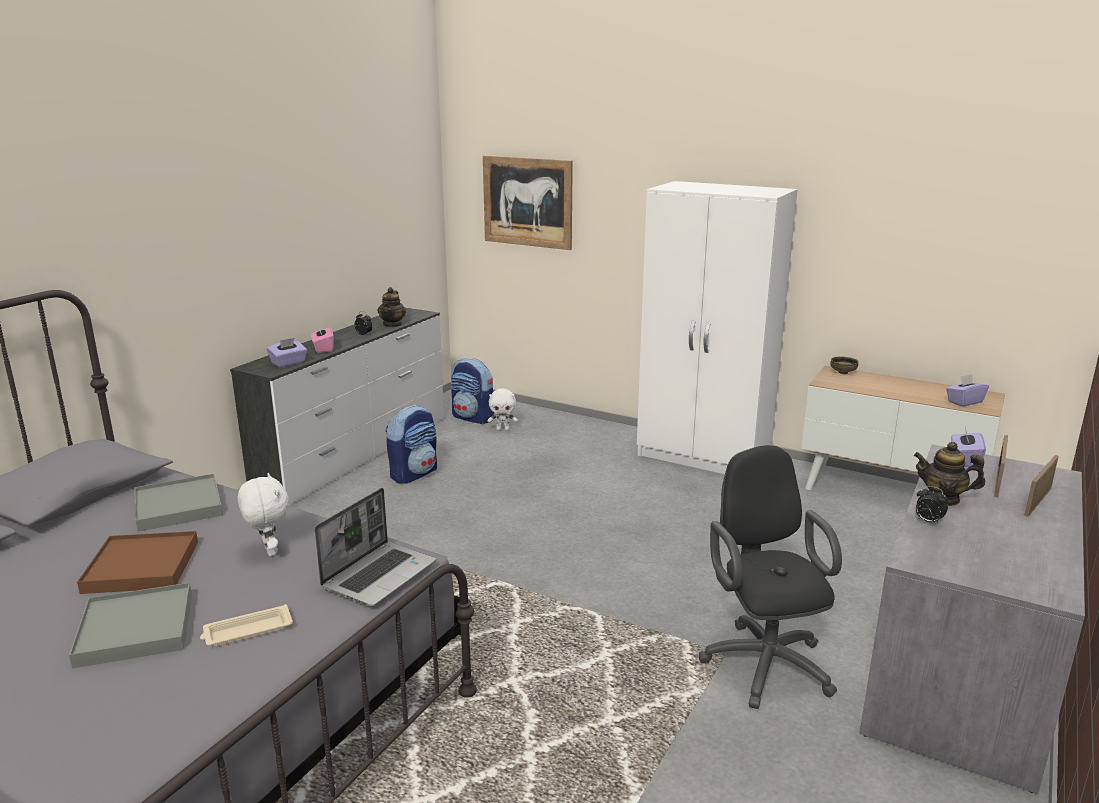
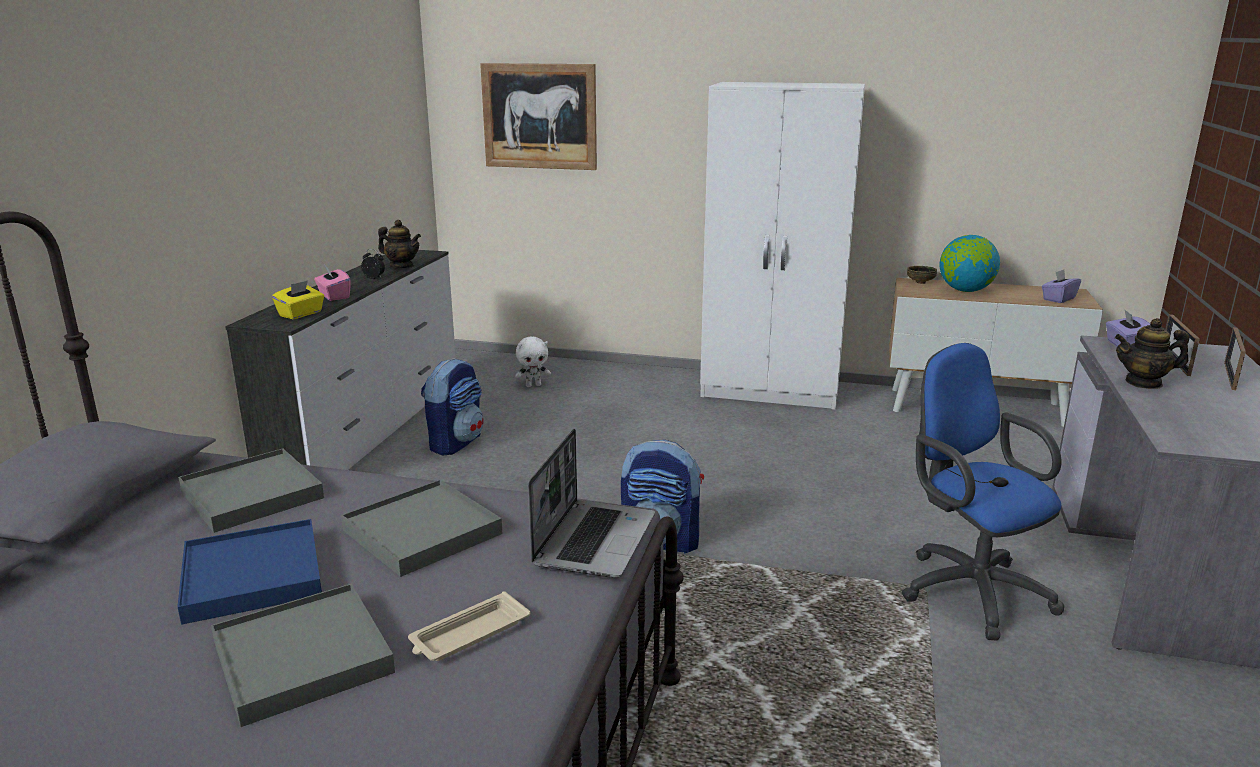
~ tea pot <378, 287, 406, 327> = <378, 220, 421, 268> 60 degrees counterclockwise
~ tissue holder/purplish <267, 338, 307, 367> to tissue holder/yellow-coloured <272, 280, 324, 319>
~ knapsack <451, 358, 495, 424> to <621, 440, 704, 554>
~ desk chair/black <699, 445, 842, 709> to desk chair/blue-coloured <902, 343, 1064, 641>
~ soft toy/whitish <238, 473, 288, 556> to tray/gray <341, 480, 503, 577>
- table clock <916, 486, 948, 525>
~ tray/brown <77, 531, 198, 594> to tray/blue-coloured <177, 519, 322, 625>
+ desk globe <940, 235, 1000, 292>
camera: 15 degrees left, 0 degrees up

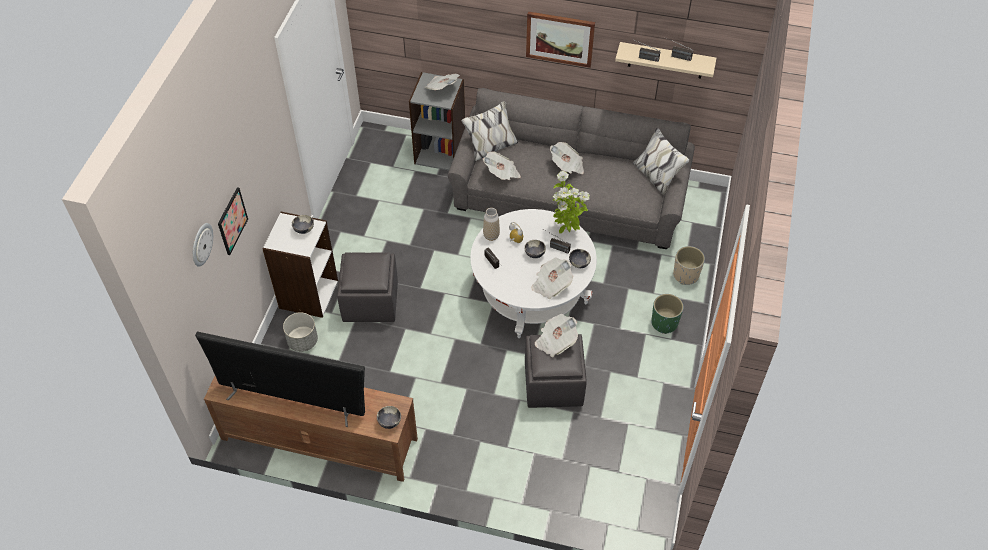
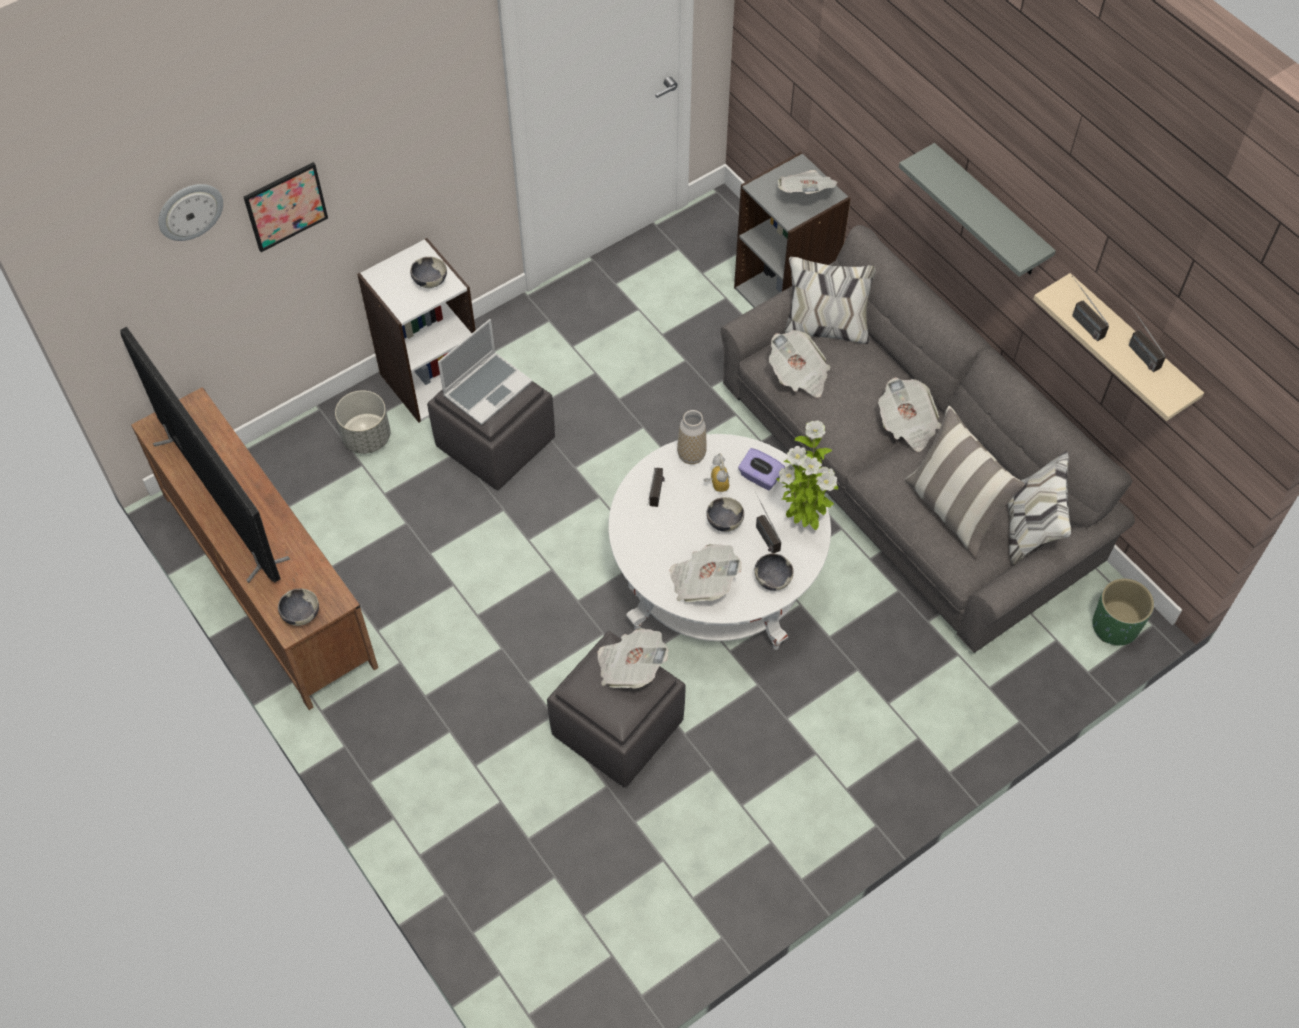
~ wall art <526, 12, 595, 68> to wall shelf/gray <899, 143, 1056, 277>
- plant pot/sand-coloured <673, 246, 705, 285>
~ plant pot/green <651, 294, 684, 334> to <1092, 578, 1154, 646>
+ portable computer <438, 319, 532, 425>
+ pillow <905, 406, 1025, 559>
+ tissue holder/purplish <738, 448, 785, 490>
camera: 40 degrees right, 5 degrees up

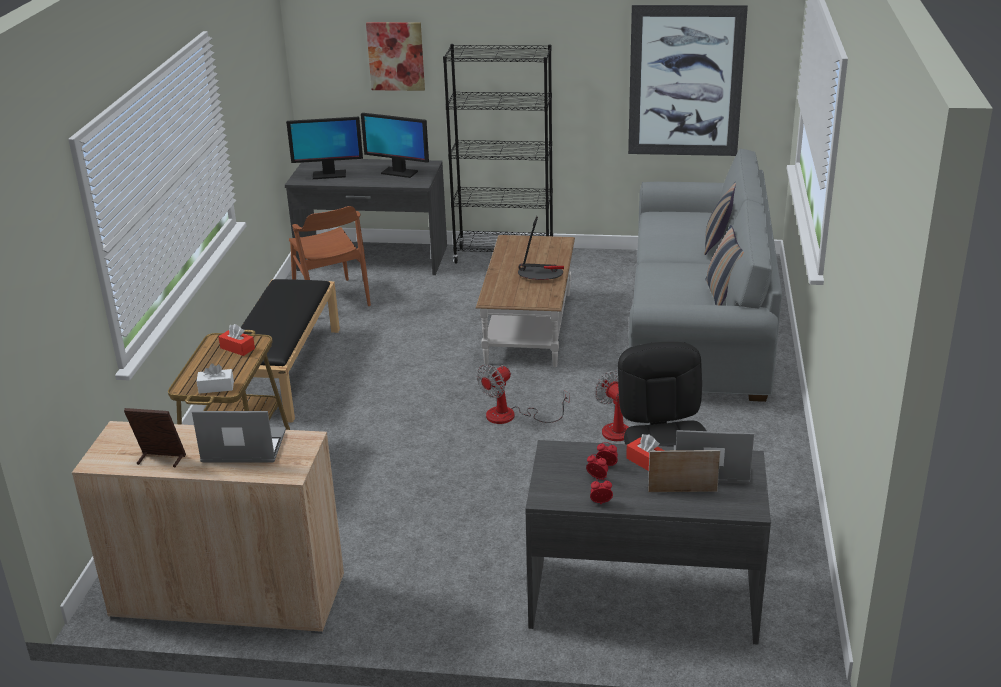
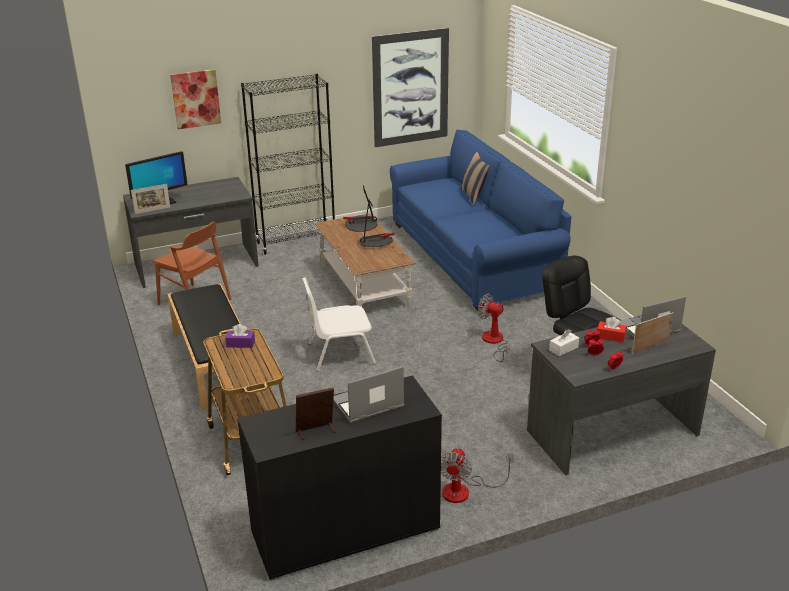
- monitor <361, 113, 429, 178>
~ couch/gray <629, 148, 782, 402> to couch/blue-coloured <390, 130, 571, 310>
- pillow <705, 225, 744, 305>
~ tissue holder/red <218, 324, 255, 356> to tissue holder/purplish <225, 324, 255, 348>
~ tissue holder/whitish <196, 363, 234, 394> to <549, 329, 579, 356>
~ fan <477, 364, 570, 424> to <441, 448, 514, 503>
~ storage cabinet/sand-coloured <72, 421, 344, 634> to storage cabinet/black <238, 376, 442, 581>
+ picture frame <131, 184, 170, 214>
+ tabletop lamp <343, 185, 378, 232>
+ chair/whitish <302, 277, 376, 371>
camera: 30 degrees left, 0 degrees up

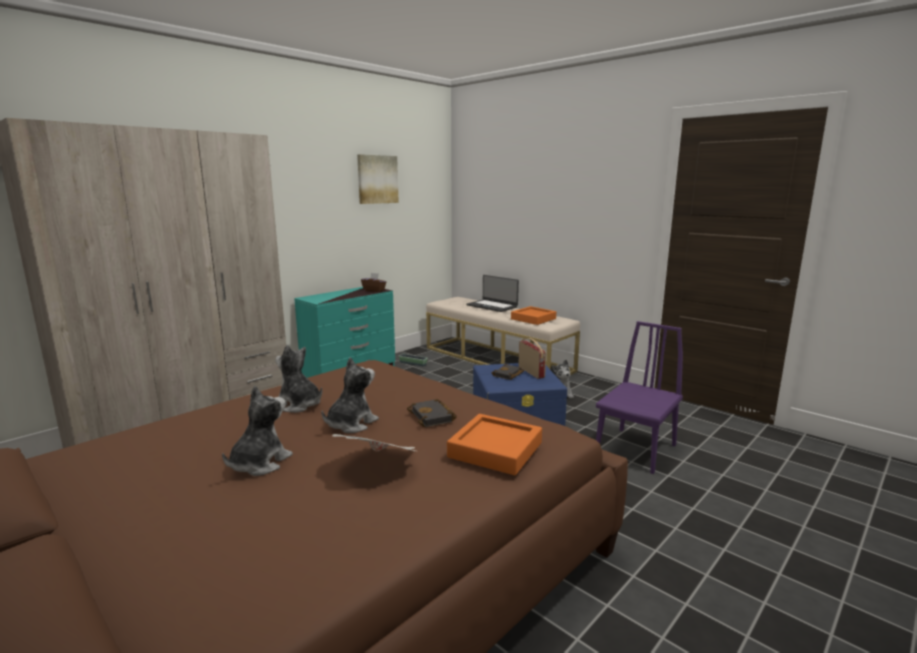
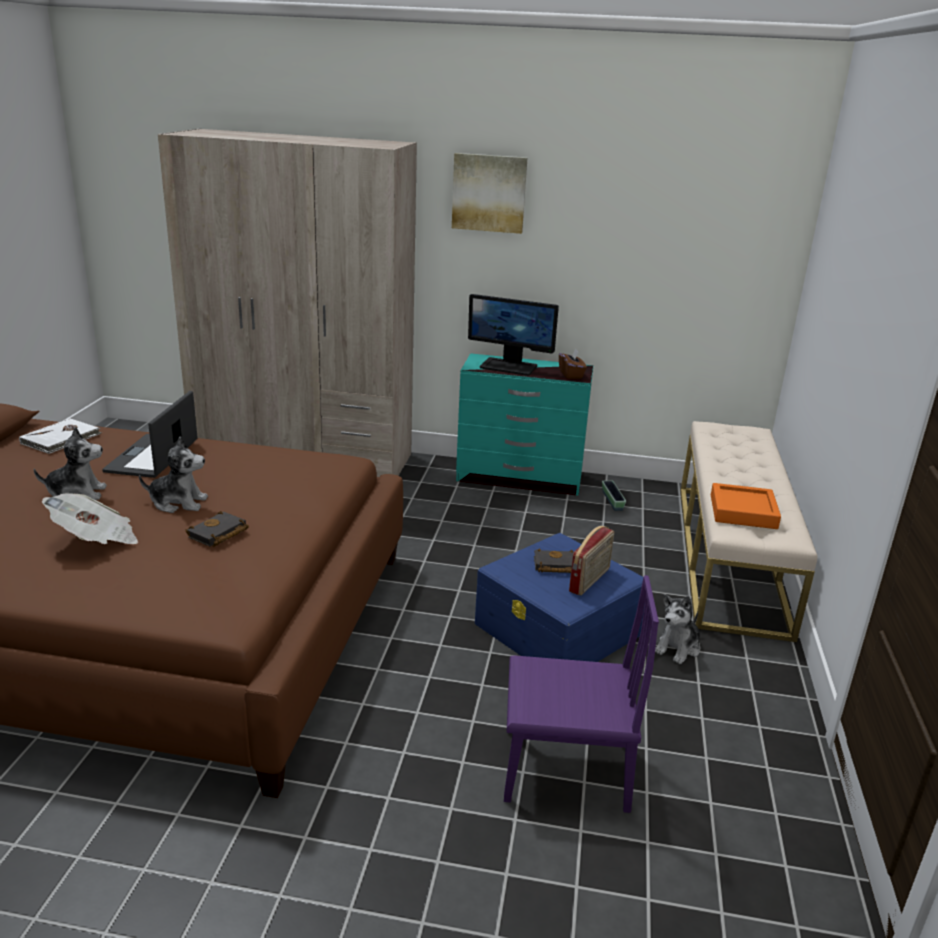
~ wall art <357, 154, 399, 204> to <452, 153, 527, 234>
~ portable computer <467, 275, 519, 312> to <102, 391, 198, 478>
- soft toy <275, 345, 322, 413>
- tray/orangey <447, 414, 542, 475>
+ monitor <468, 294, 559, 376>
+ bound book/whitish <19, 418, 102, 454>
camera: 55 degrees right, 10 degrees up

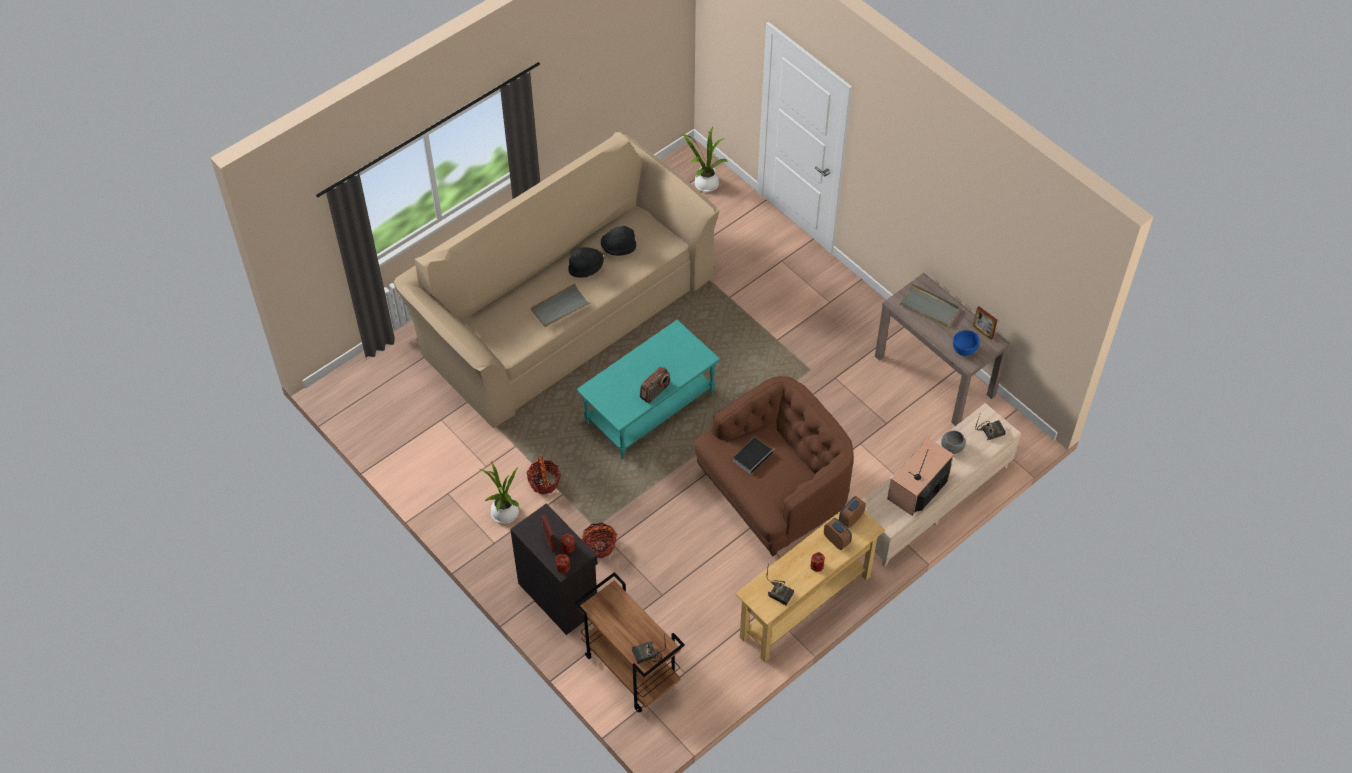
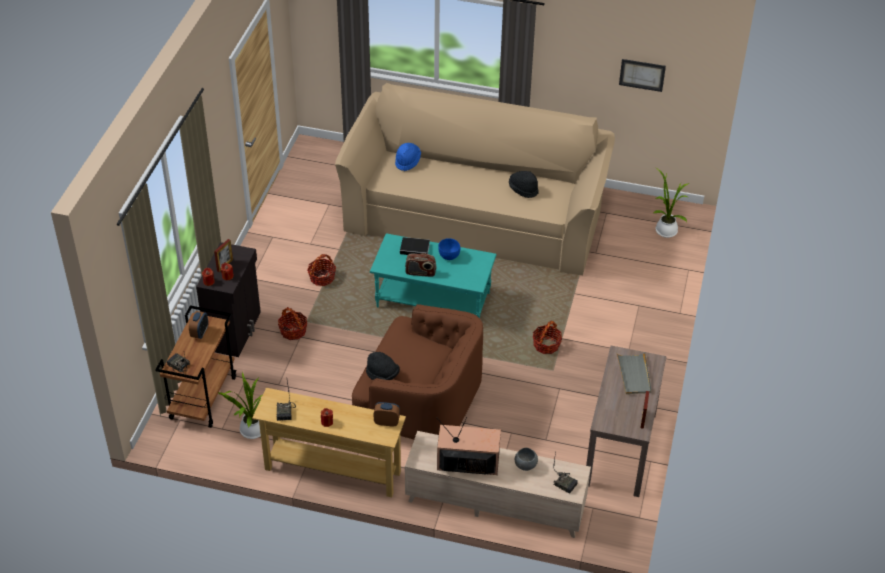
~ hat/black <568, 247, 604, 278> to <366, 352, 400, 380>
- tray/gray <531, 284, 590, 327>
~ deep dish/blue-coloured <953, 330, 980, 356> to <438, 238, 460, 260>
~ bound book <733, 437, 773, 474> to <400, 237, 430, 255>
~ potted plant <479, 461, 519, 524> to <218, 372, 263, 439>
~ table clock <824, 518, 852, 550> to <189, 311, 208, 339>
+ wall art <619, 59, 666, 92>
+ hat/blue-coloured <395, 143, 421, 171>
+ basket <533, 321, 562, 354>
camera: 55 degrees right, 10 degrees down

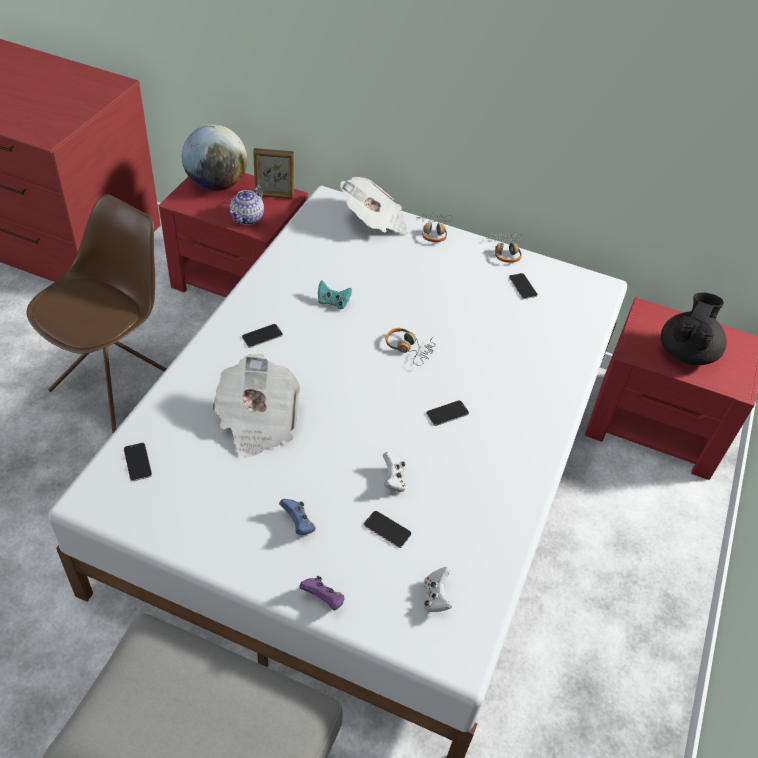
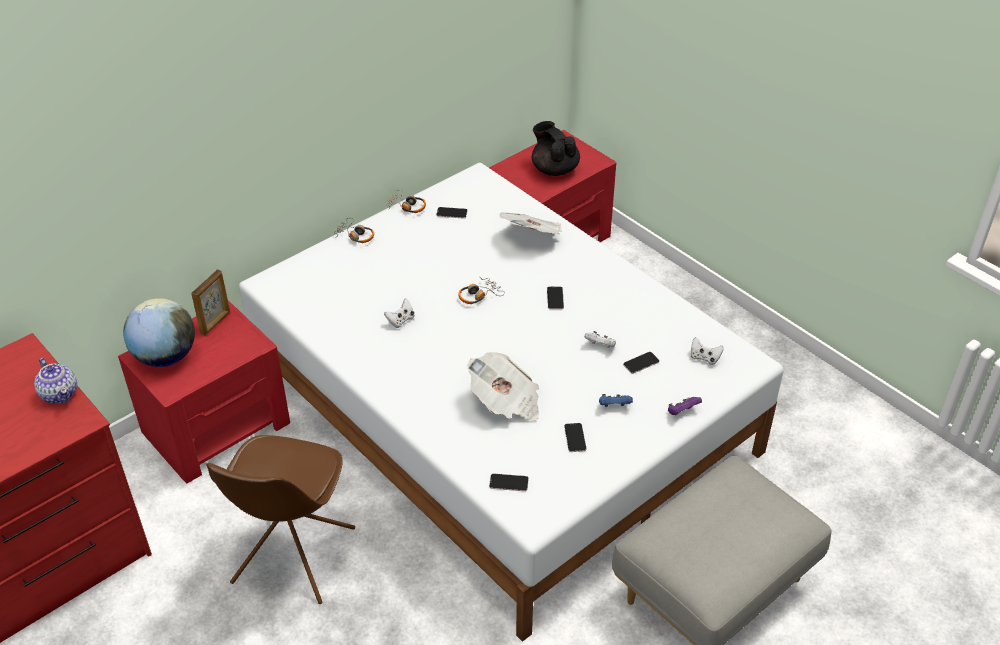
~ newspaper <340, 177, 408, 235> to <499, 212, 562, 234>
~ tea pot <230, 186, 264, 225> to <34, 358, 77, 403>
~ chair/brown <27, 194, 167, 433> = <206, 435, 355, 604> 135 degrees counterclockwise
~ joypad/blue-green <318, 281, 352, 309> to joypad/whitish <384, 298, 414, 328>
~ handset <242, 324, 283, 348> to <564, 423, 586, 452>
camera: 60 degrees left, 5 degrees down

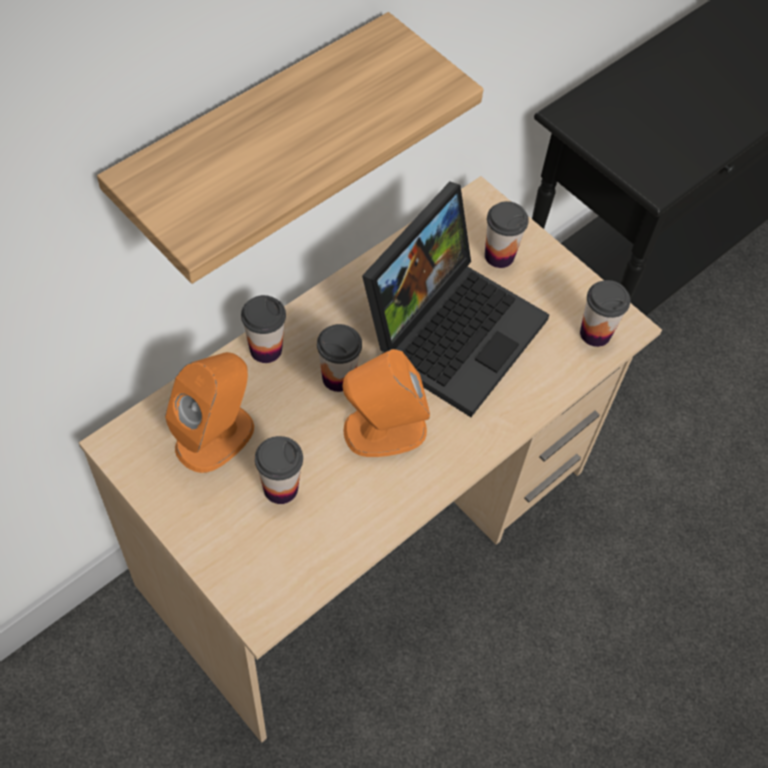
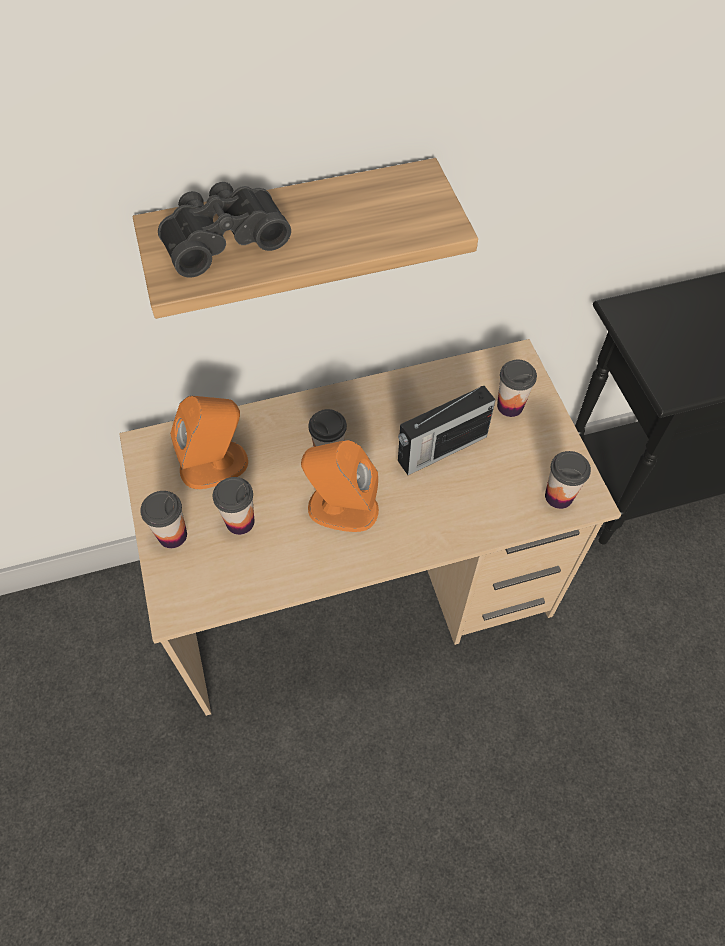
~ portable computer <362, 182, 550, 417> to radio receiver <398, 386, 496, 475>
~ drinking cup <241, 295, 286, 363> to <140, 491, 187, 548>
+ field glasses/black <158, 182, 291, 278>
camera: 30 degrees right, 0 degrees up

